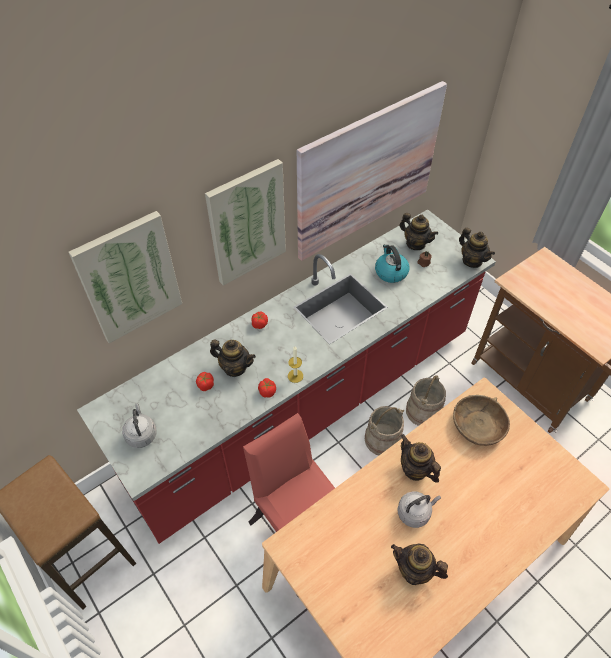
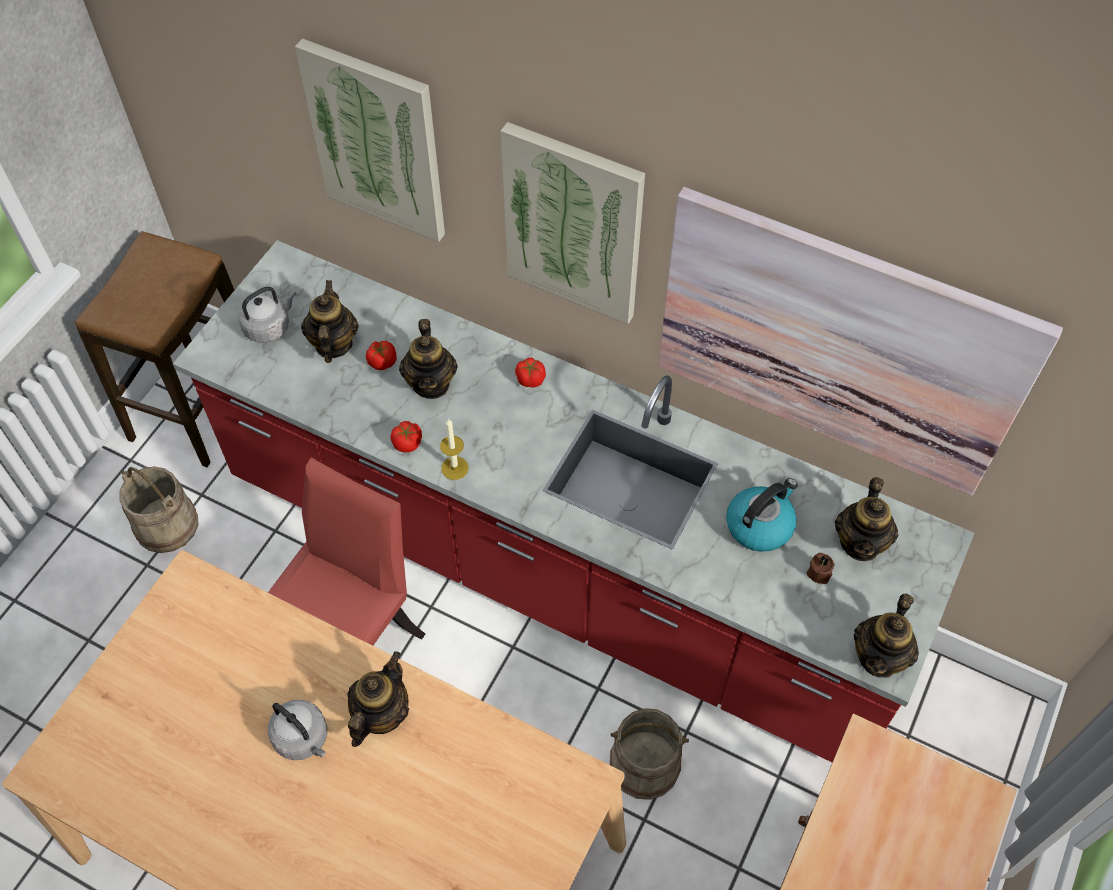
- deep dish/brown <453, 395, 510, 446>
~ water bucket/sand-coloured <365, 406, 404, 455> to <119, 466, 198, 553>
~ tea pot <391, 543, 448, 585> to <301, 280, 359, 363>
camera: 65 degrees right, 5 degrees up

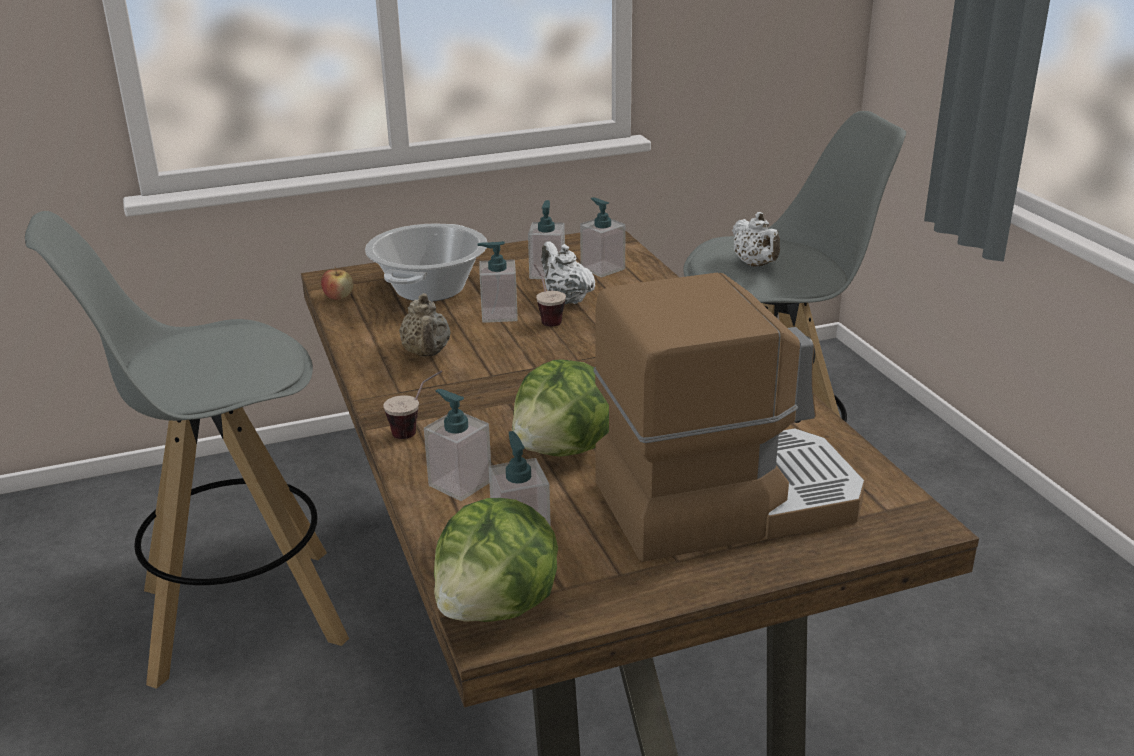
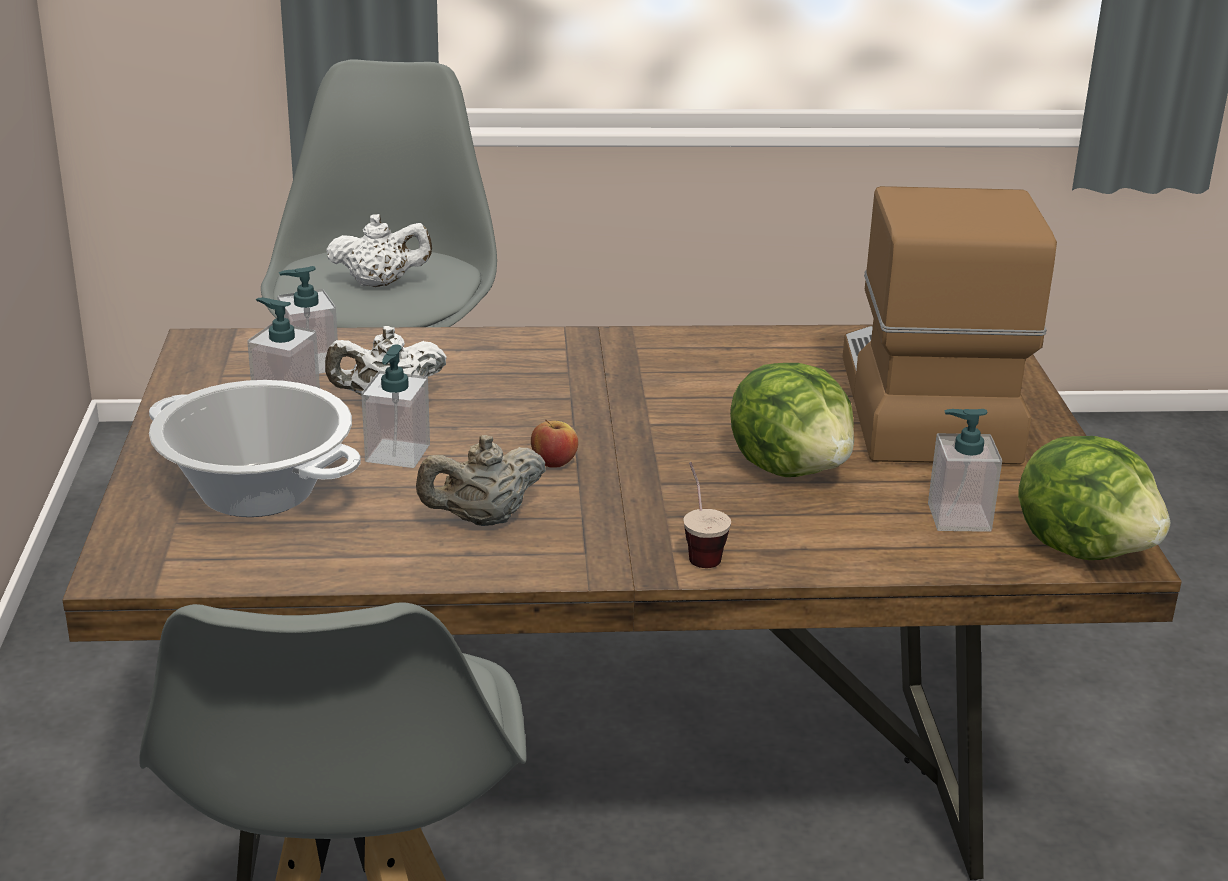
- drinking cup <534, 264, 566, 326>
~ apple fruit <321, 267, 353, 300> to <531, 419, 578, 468>
~ tea pot/sand-coloured <399, 293, 451, 356> = <416, 435, 546, 526> 150 degrees clockwise
- liquid soap bottle <424, 389, 491, 501>
camera: 75 degrees left, 0 degrees up

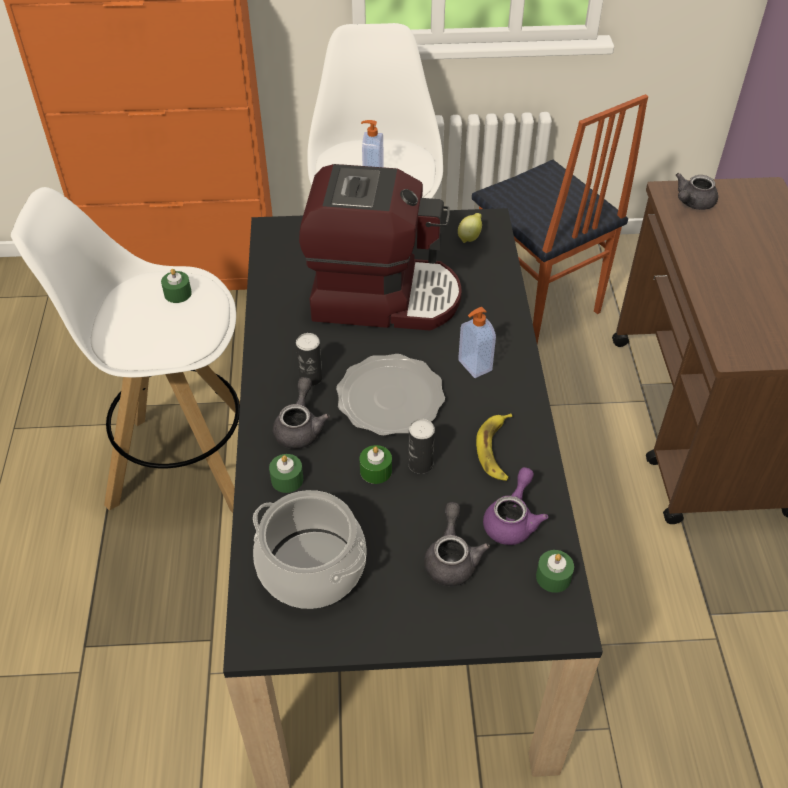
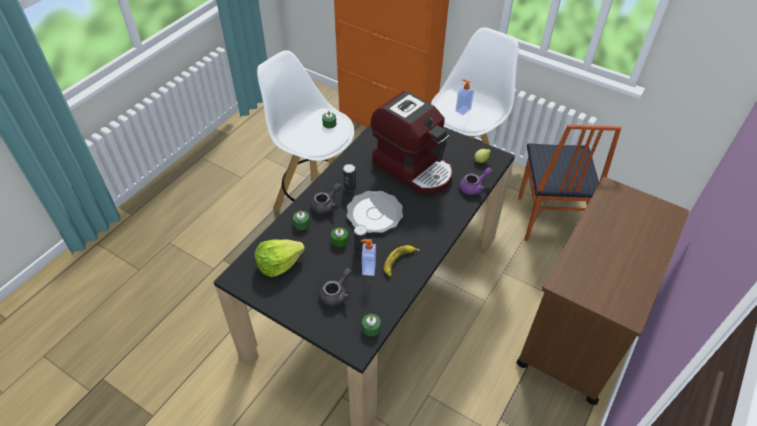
- tea pot/gray <676, 173, 718, 210>
~ liquid soap bottle <458, 307, 496, 378> to <361, 239, 376, 276>
~ tea pot/purplish <483, 467, 548, 545> to <459, 167, 492, 195>
~ saucepot <253, 490, 367, 609> to head of lettuce <254, 239, 305, 277>
camera: 35 degrees right, 0 degrees up

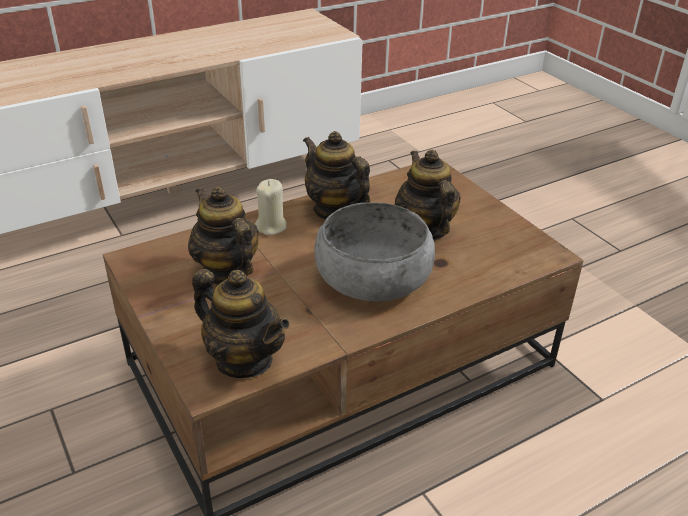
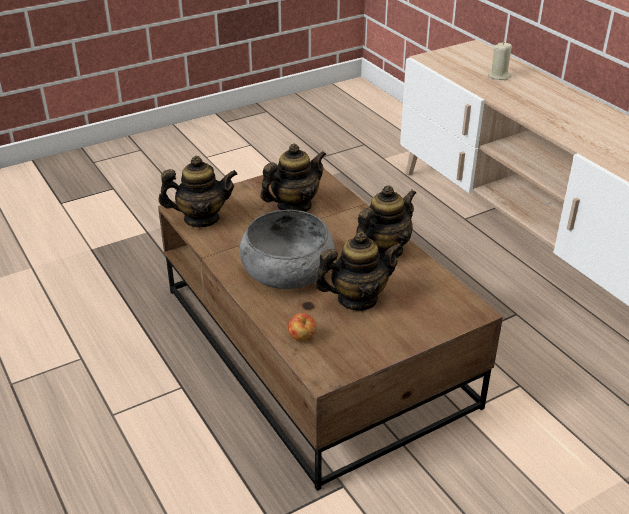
~ wax candle/sand-coloured <255, 179, 286, 235> to <488, 42, 512, 80>
~ tea pot <192, 269, 289, 378> = <159, 156, 238, 228> 135 degrees counterclockwise
+ apple fruit <288, 313, 316, 341>
camera: 90 degrees right, 0 degrees up

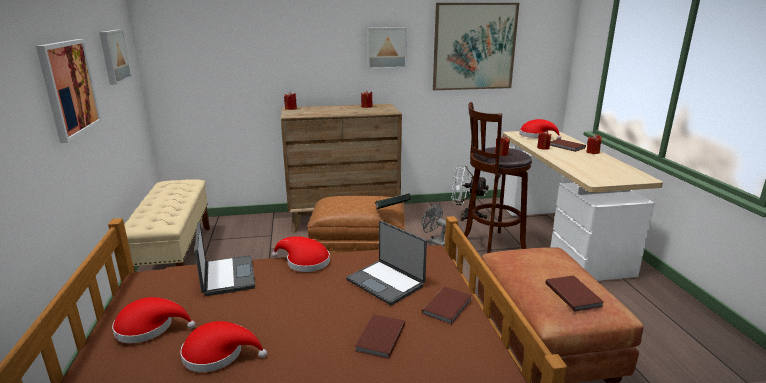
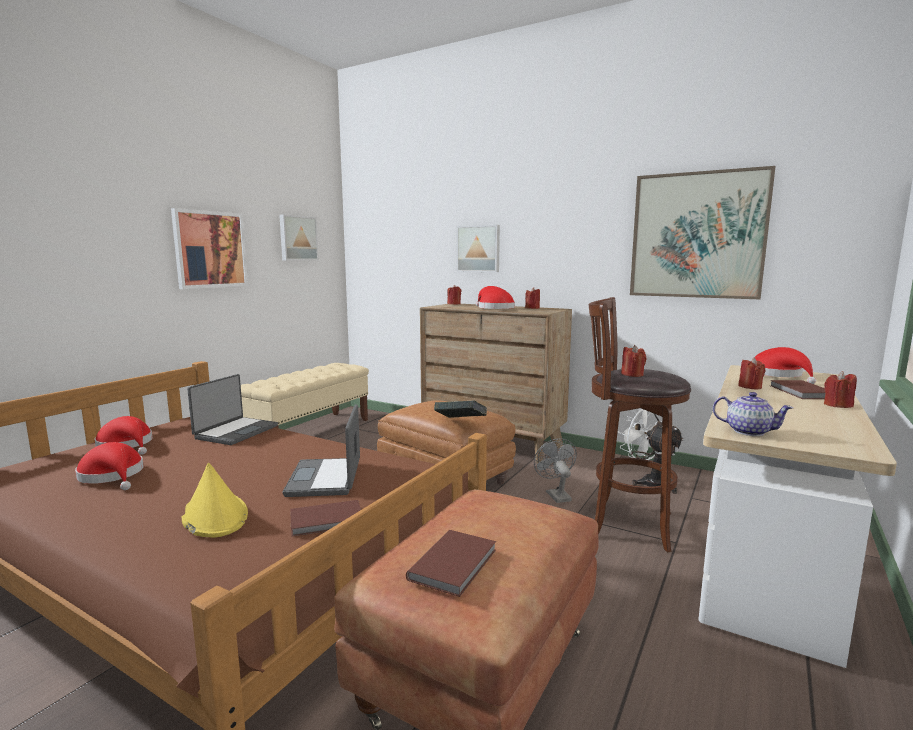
~ wall art <367, 27, 407, 69> to <457, 225, 500, 272>
~ hat/red <272, 236, 330, 272> to <476, 286, 515, 309>
~ bound book/brown <355, 314, 405, 359> to hat/yellow-coloured <182, 463, 248, 538>
+ tea pot <713, 392, 793, 436>
camera: 40 degrees right, 10 degrees down

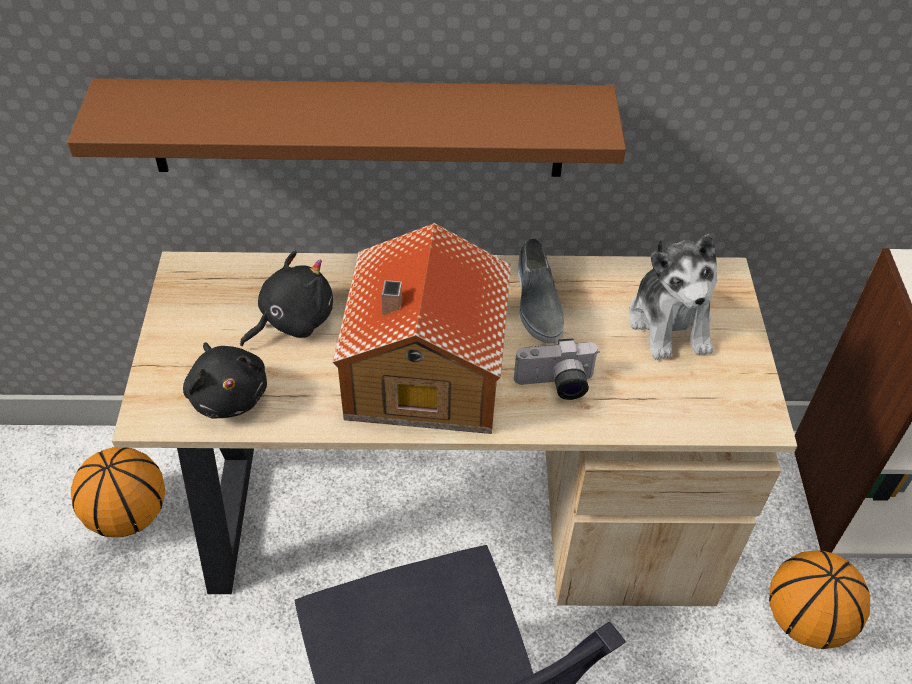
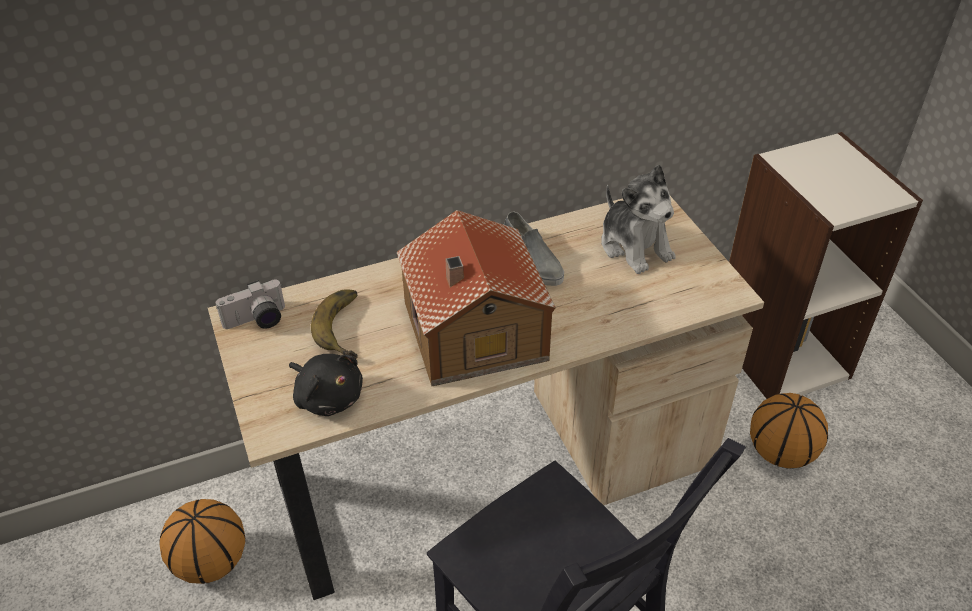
- wall shelf/brown <67, 79, 626, 177>
~ soft toy/black <240, 251, 333, 346> to banana <311, 289, 358, 359>
~ photo camera <514, 338, 599, 400> to <215, 280, 285, 329>
camera: 20 degrees left, 5 degrees down

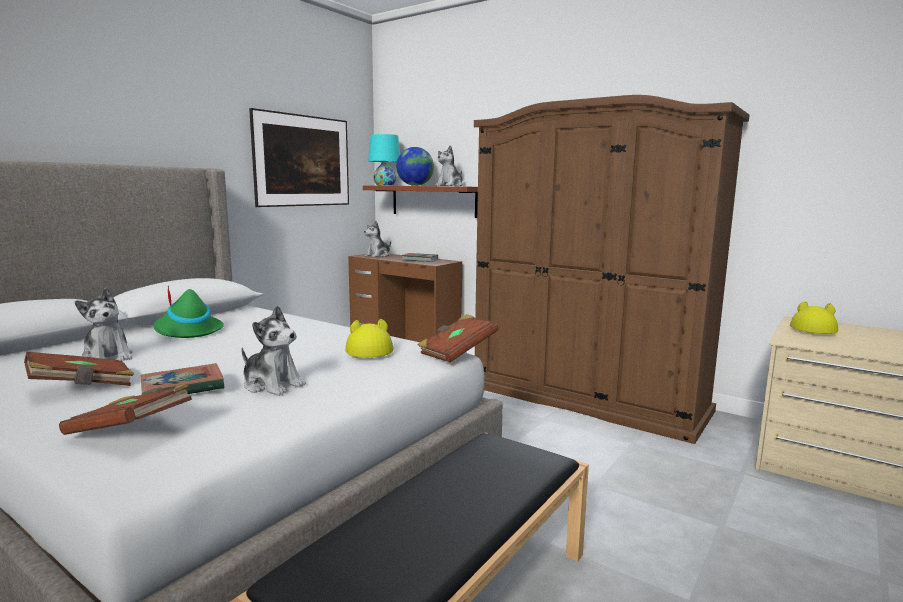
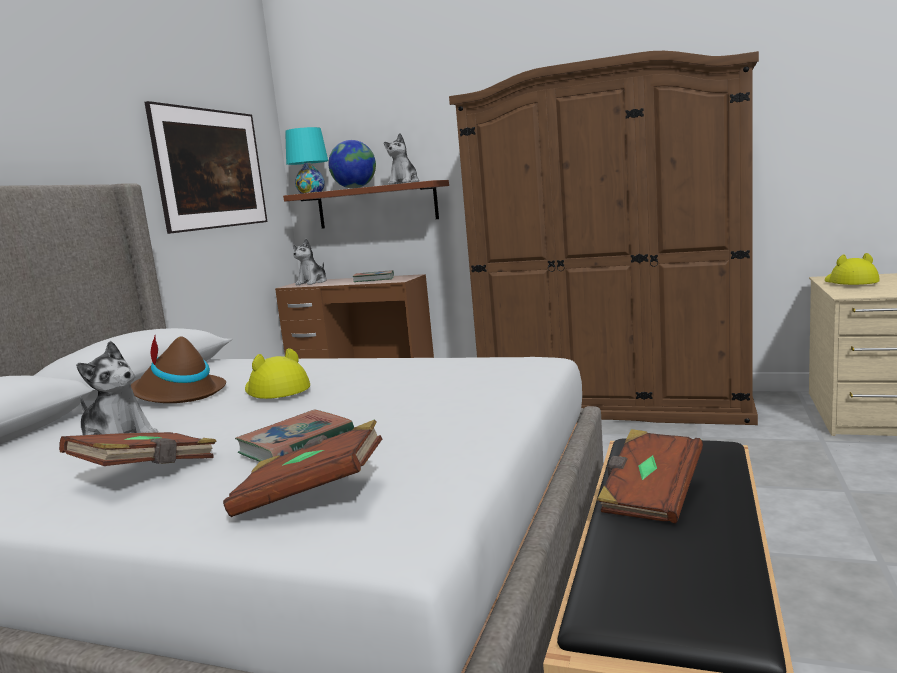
~ hat/green <154, 286, 224, 338> to hat/brown <131, 336, 226, 403>
- soft toy <241, 305, 306, 396>
~ bound book/brown <418, 314, 498, 363> to <597, 429, 703, 523>
~ hat/yellow-coloured <345, 319, 394, 358> to <245, 348, 310, 399>
camera: 15 degrees left, 0 degrees up

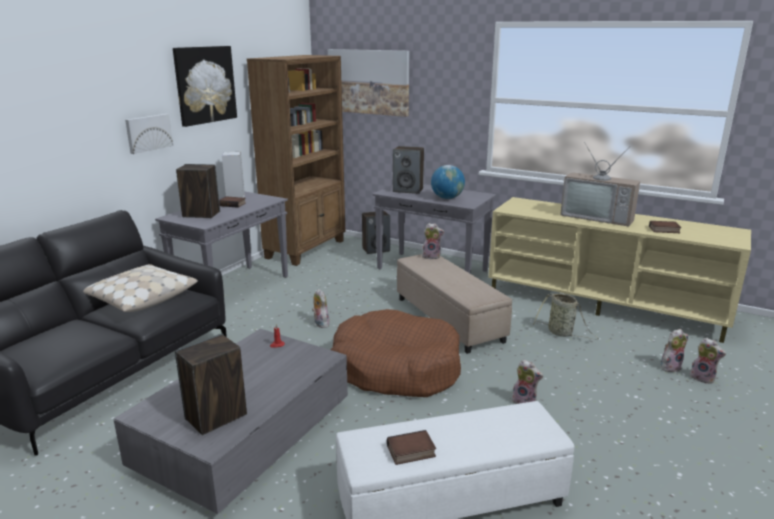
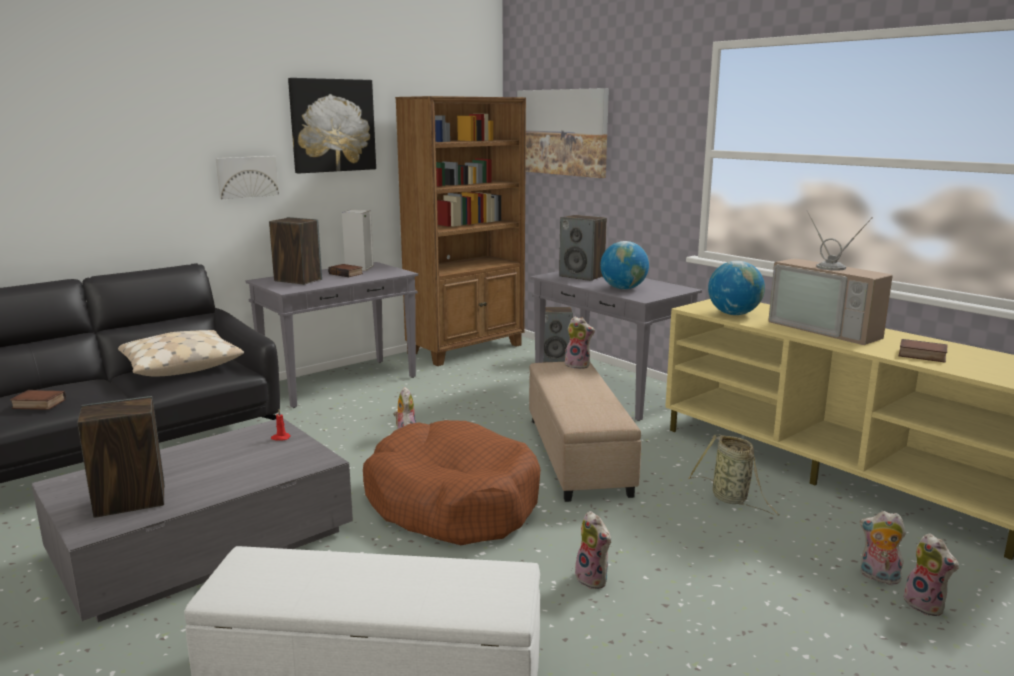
~ soft toy <661, 329, 688, 372> = <860, 511, 906, 584> 150 degrees counterclockwise
~ bound book <387, 430, 436, 465> to <10, 390, 66, 410>
+ desk globe <708, 261, 765, 315>
camera: 20 degrees right, 5 degrees down

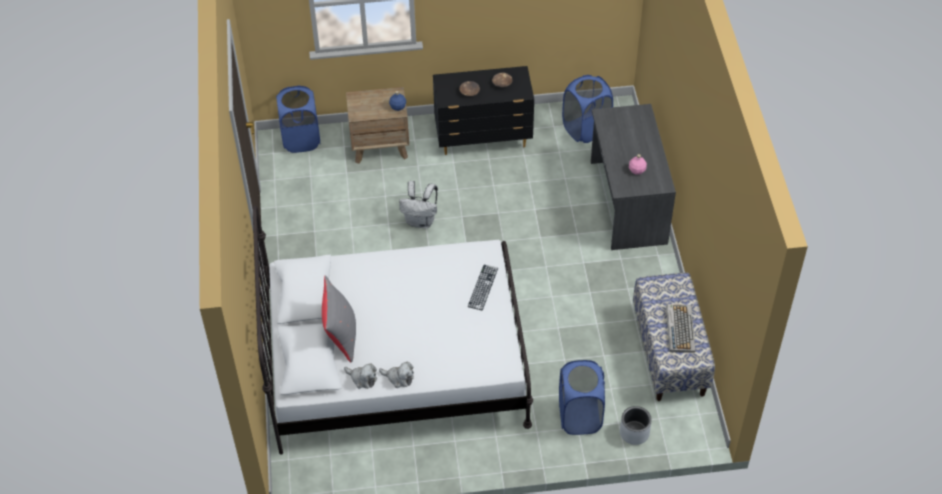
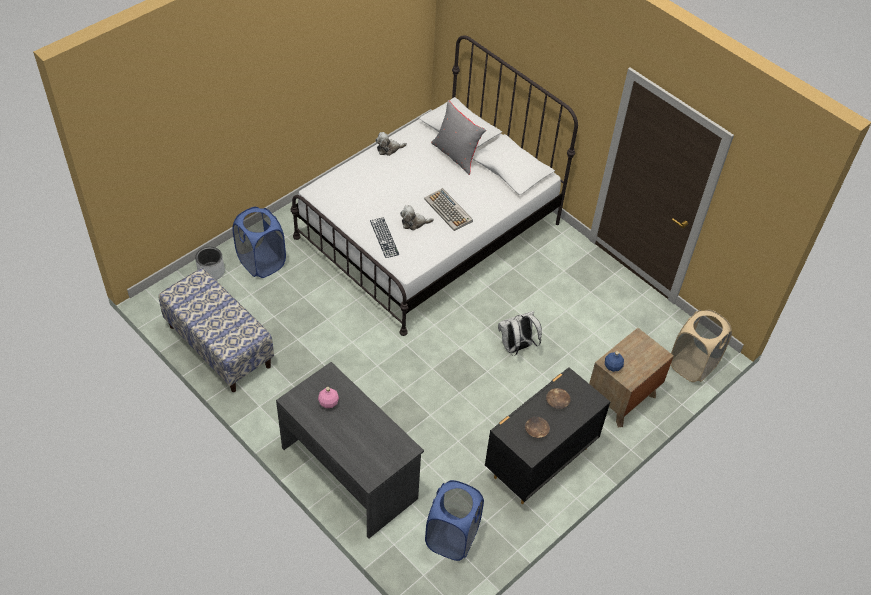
~ washing basket/blue-coloured <276, 86, 320, 153> to washing basket/sand-coloured <671, 310, 732, 382>
~ keyboard <666, 304, 696, 353> to <424, 188, 473, 231>
~ soft toy <344, 363, 377, 389> to <400, 205, 434, 230>
camera: 140 degrees right, 0 degrees up

